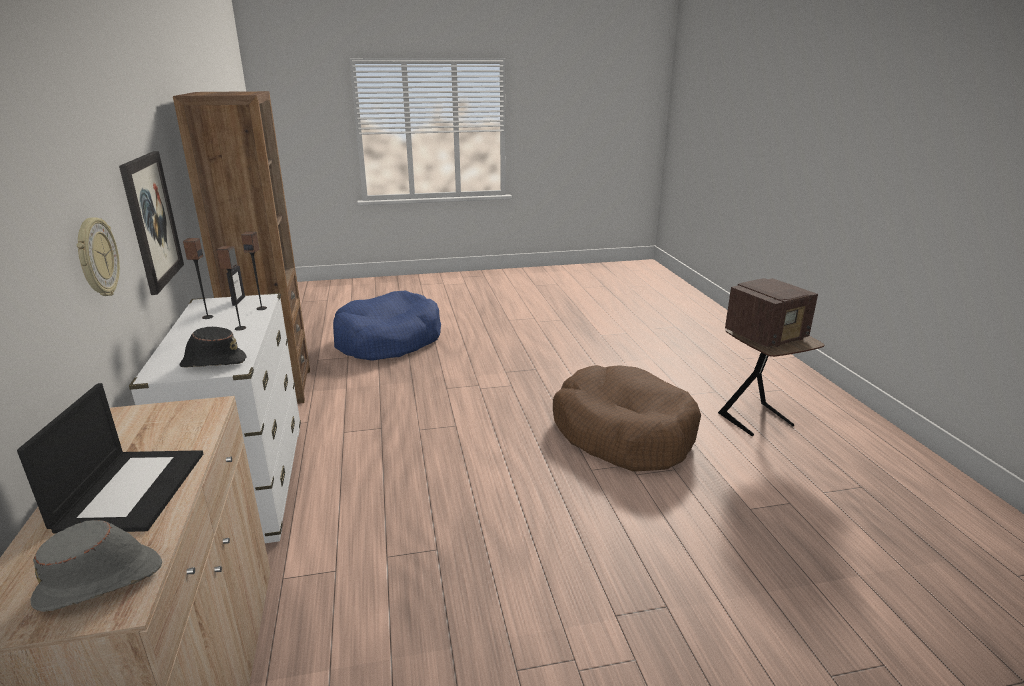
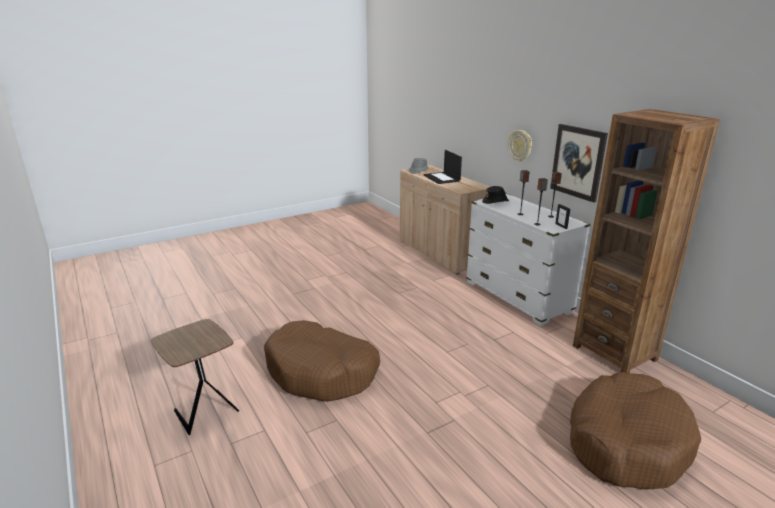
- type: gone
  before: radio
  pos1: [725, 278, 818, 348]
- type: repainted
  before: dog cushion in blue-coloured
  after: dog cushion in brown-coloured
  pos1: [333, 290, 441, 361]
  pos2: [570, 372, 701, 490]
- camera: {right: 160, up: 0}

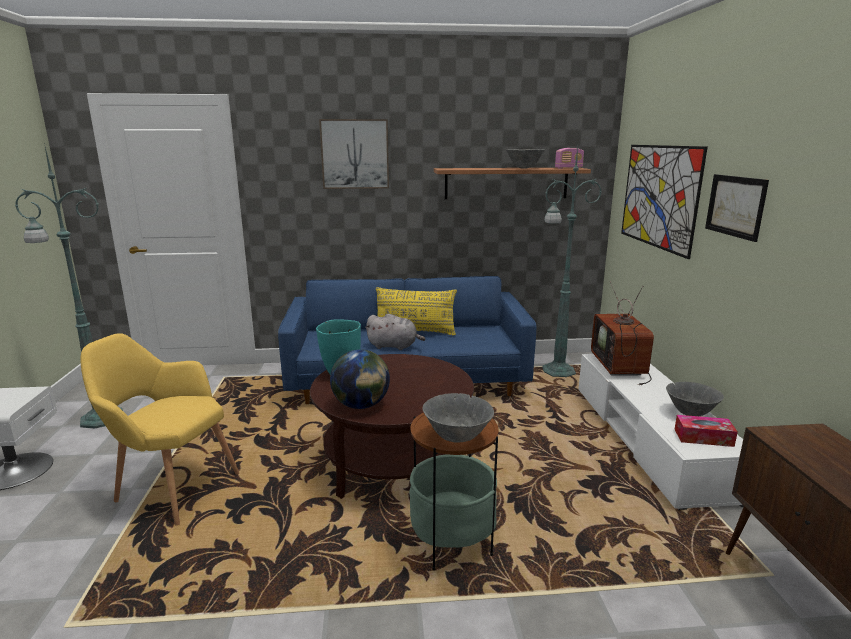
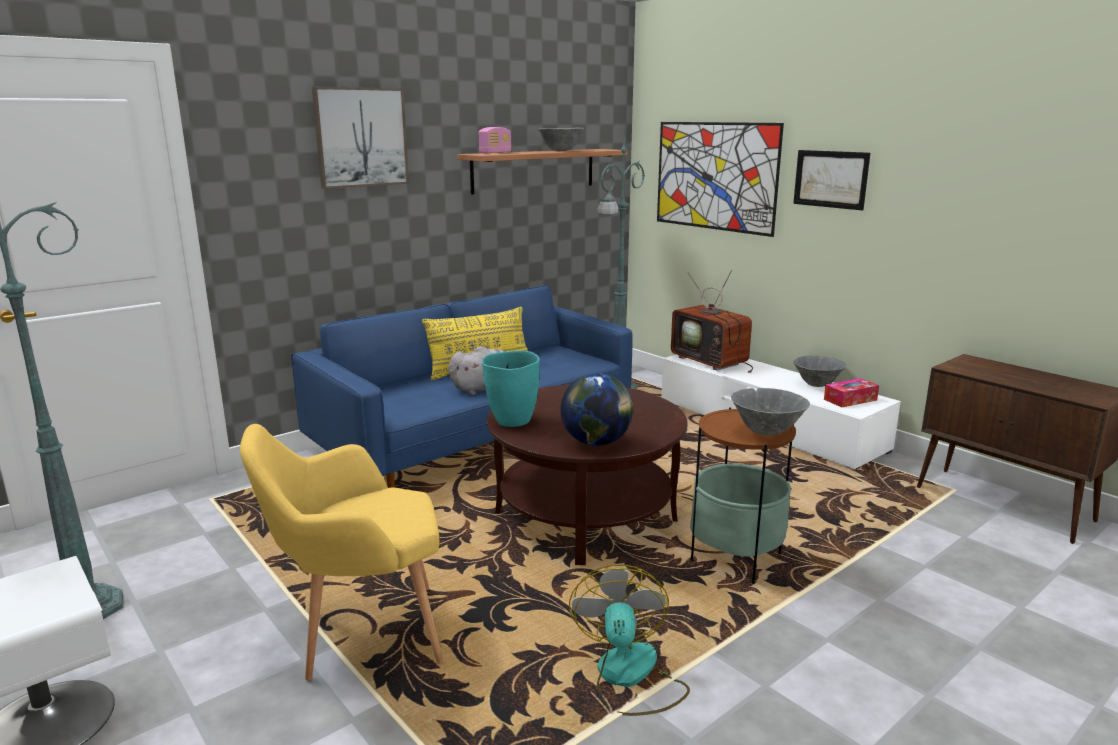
- type: shifted
  before: radio
  pos1: [555, 148, 584, 169]
  pos2: [479, 127, 511, 154]
- type: new
  after: fan
  pos2: [569, 565, 690, 716]
- camera: {right: -35, up: 0}

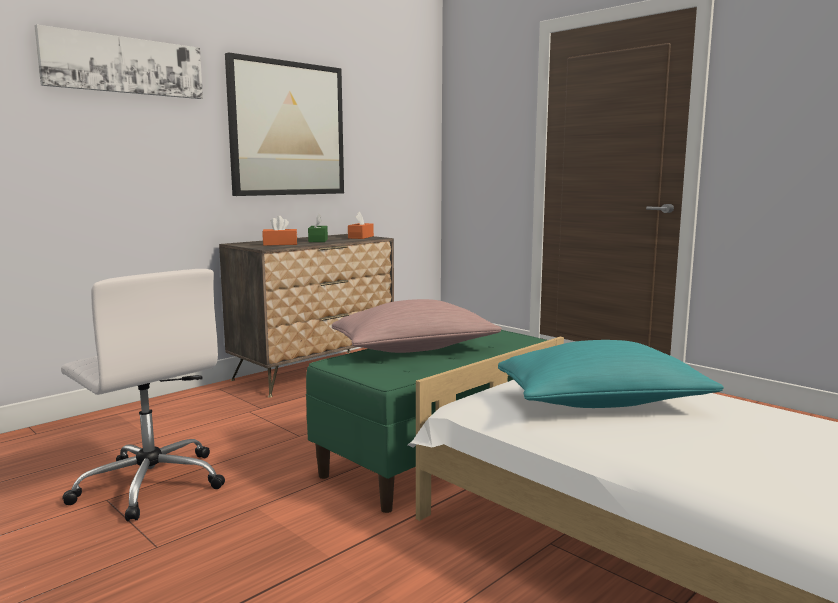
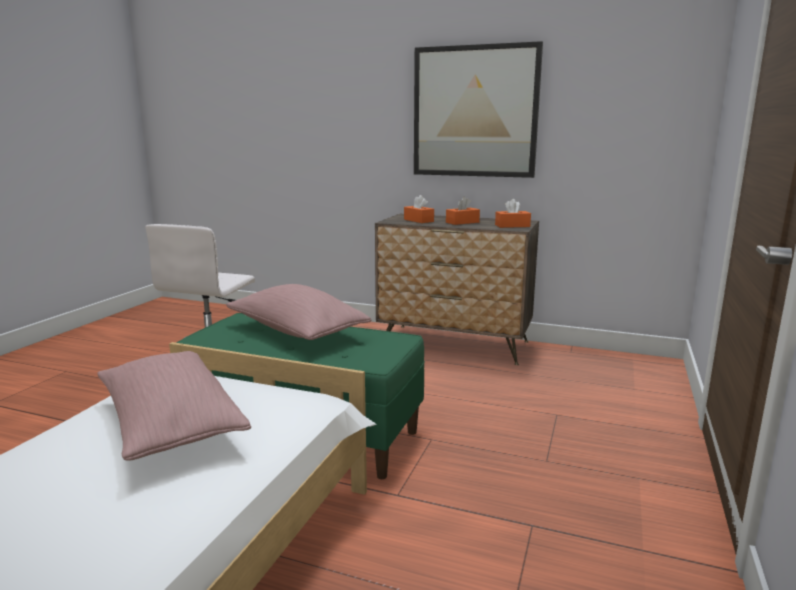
- type: gone
  before: picture
  pos1: [35, 24, 203, 99]
- type: repainted
  before: tissue box in green
  after: tissue box in orange
  pos1: [308, 214, 328, 242]
  pos2: [446, 197, 480, 225]
- type: repainted
  before: throw pillow in turquoise
  after: throw pillow in pink-coloured
  pos1: [498, 340, 724, 408]
  pos2: [97, 351, 251, 461]
- camera: {right: 65, up: 5}

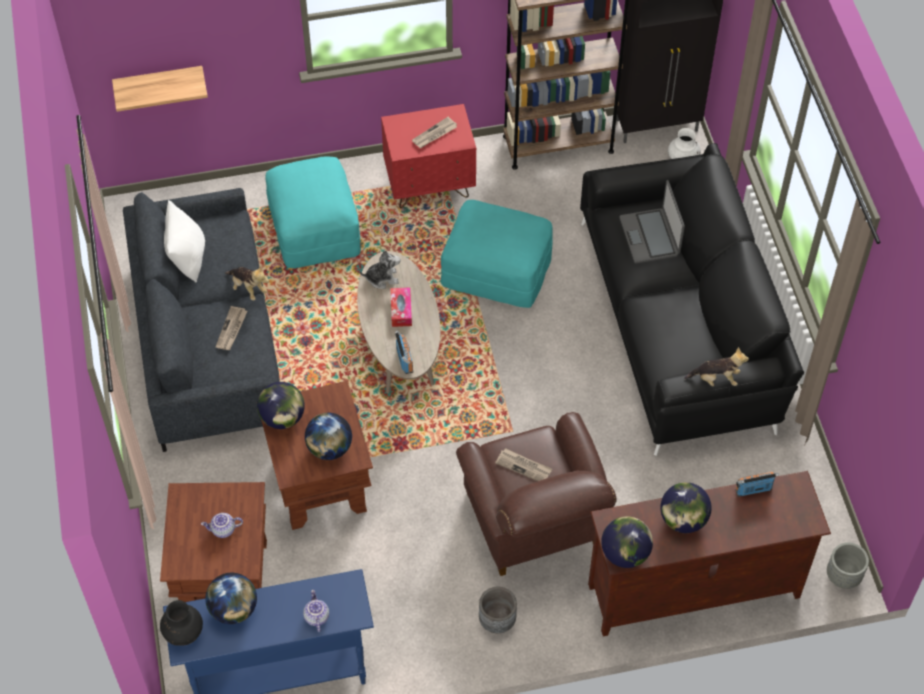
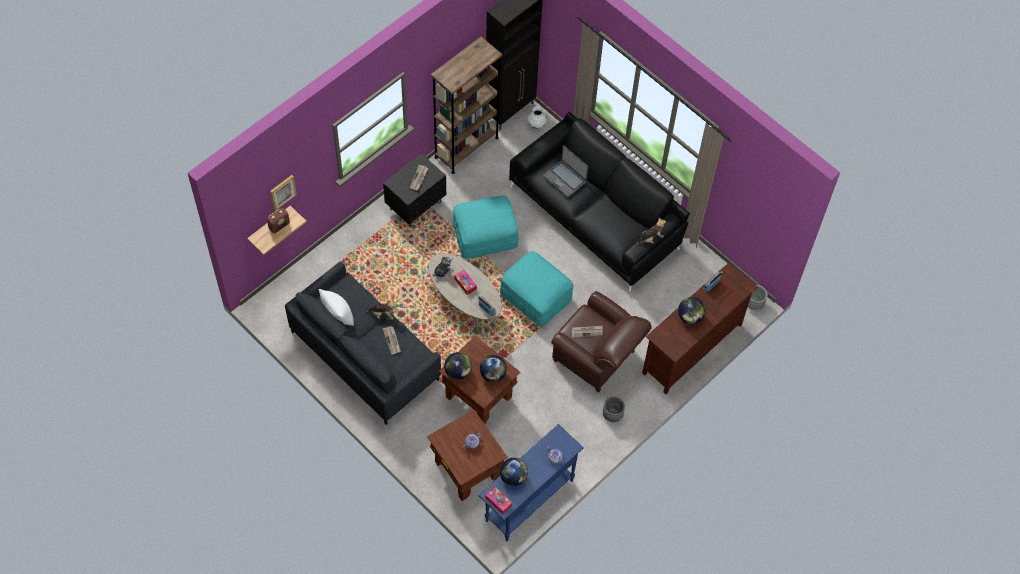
- type: repainted
  before: nightstand in reddish
  after: nightstand in black
  pos1: [381, 104, 476, 208]
  pos2: [383, 153, 446, 227]
- type: shifted
  before: pouffe in turquoise
  pos1: [265, 157, 361, 268]
  pos2: [500, 251, 573, 326]
- type: gone
  before: world globe
  pos1: [601, 516, 653, 568]
- type: swapped
  before: flower vase in black
  after: tissue box
  pos1: [160, 600, 203, 646]
  pos2: [485, 486, 512, 514]
- type: new
  after: picture
  pos2: [270, 175, 297, 211]
- type: new
  after: radio
  pos2: [267, 208, 290, 233]
- camera: {right: -35, up: 5}

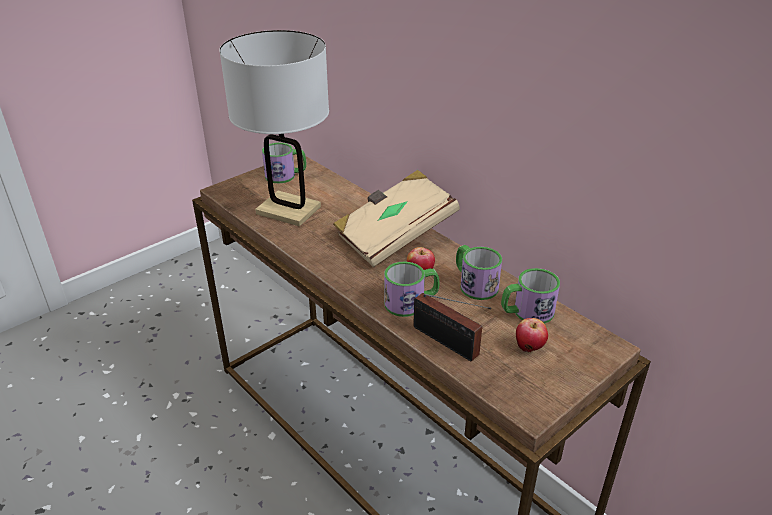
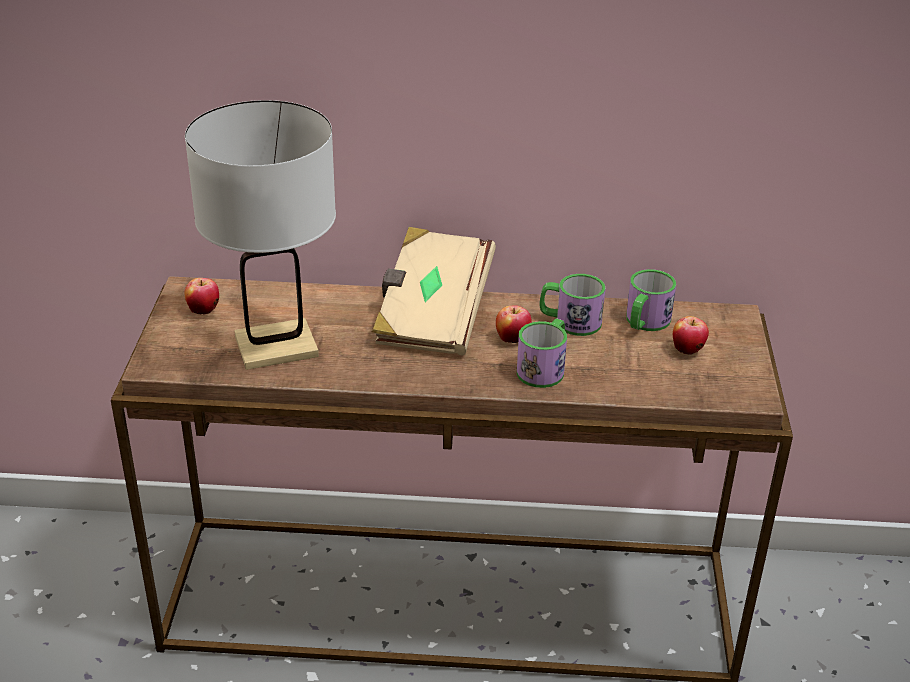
- type: swapped
  before: mug
  after: whole apple
  pos1: [262, 143, 306, 183]
  pos2: [184, 278, 219, 314]
- type: gone
  before: radio
  pos1: [413, 293, 491, 361]
- camera: {right: -45, up: 0}

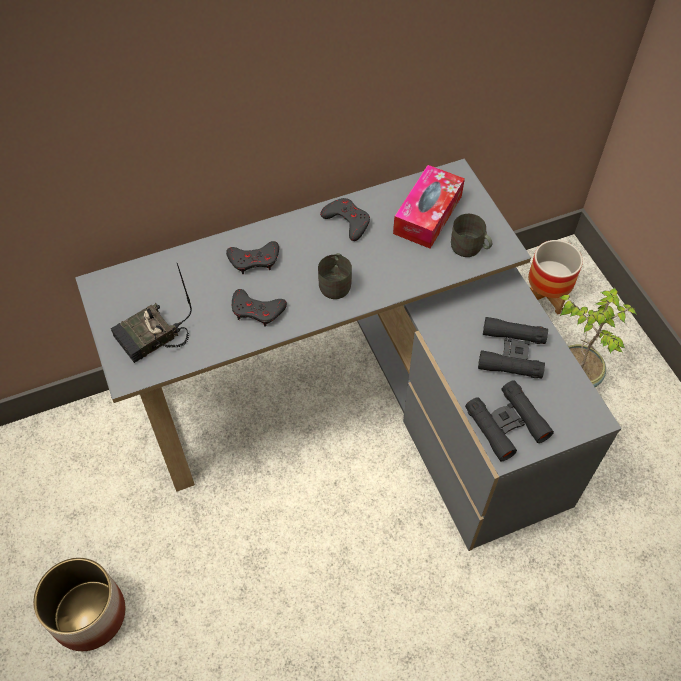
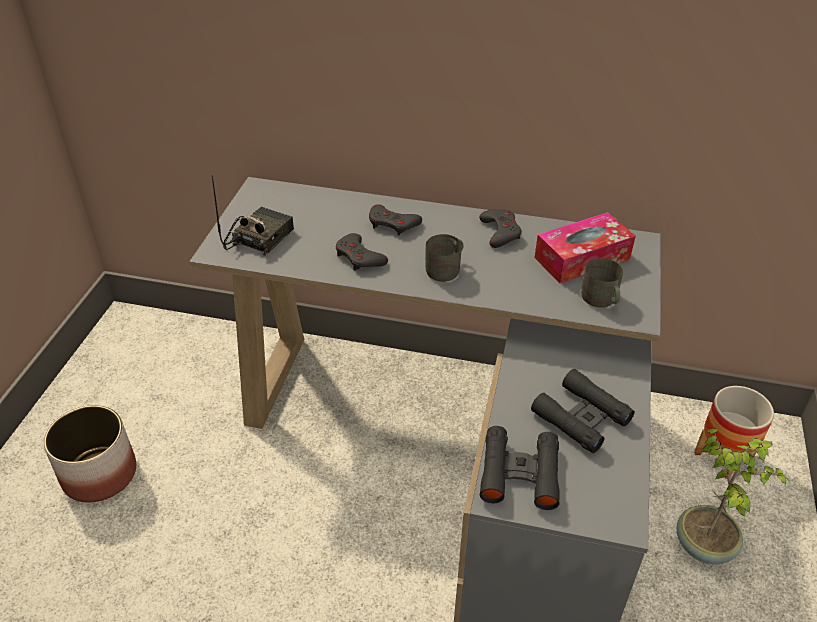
- type: rotated
  before: radio
  pos1: [111, 263, 192, 363]
  pos2: [212, 175, 294, 255]
  turn: 120
- camera: {right: 35, up: -15}

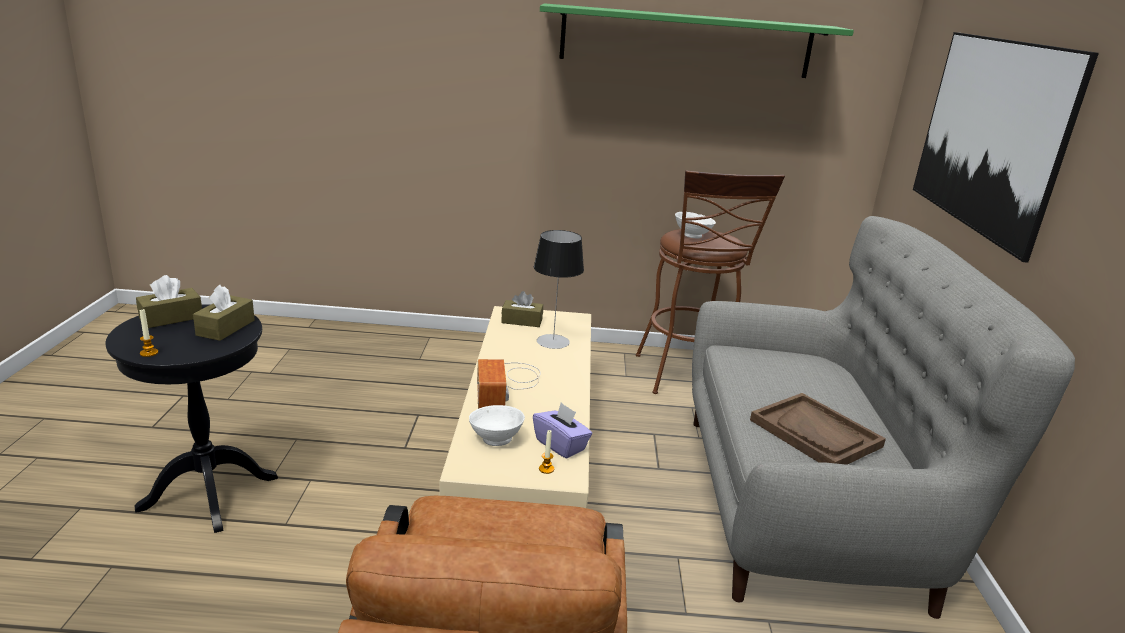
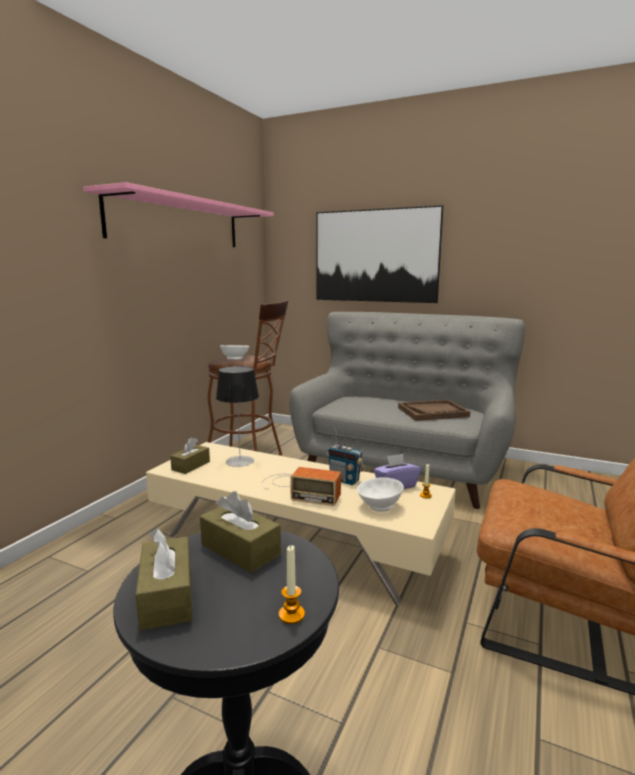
- type: repainted
  before: shelf in green
  after: shelf in pink-coloured
  pos1: [540, 3, 854, 78]
  pos2: [83, 182, 274, 247]
- type: new
  after: radio
  pos2: [327, 428, 365, 485]
- camera: {right: -65, up: -10}

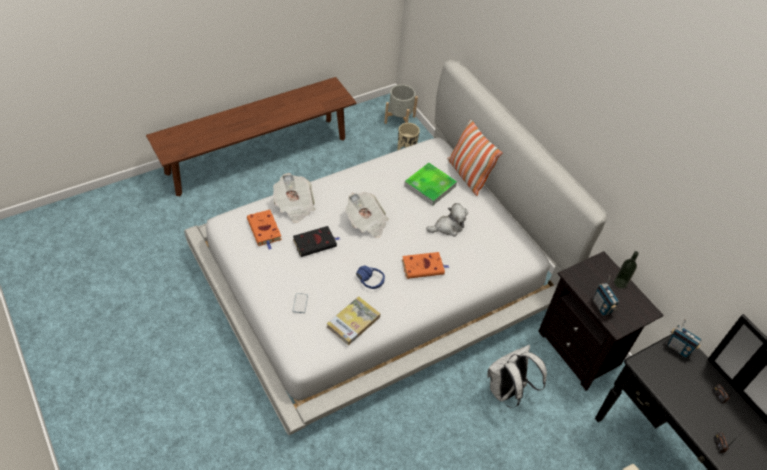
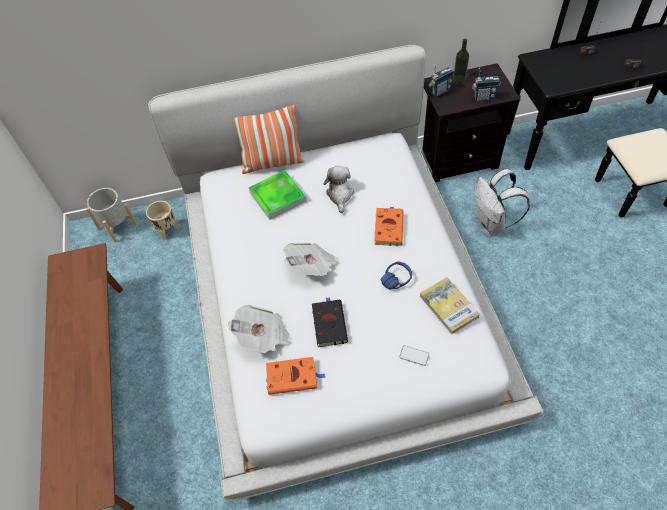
- type: shifted
  before: radio
  pos1: [668, 319, 702, 357]
  pos2: [428, 65, 454, 97]
- camera: {right: -65, up: 5}

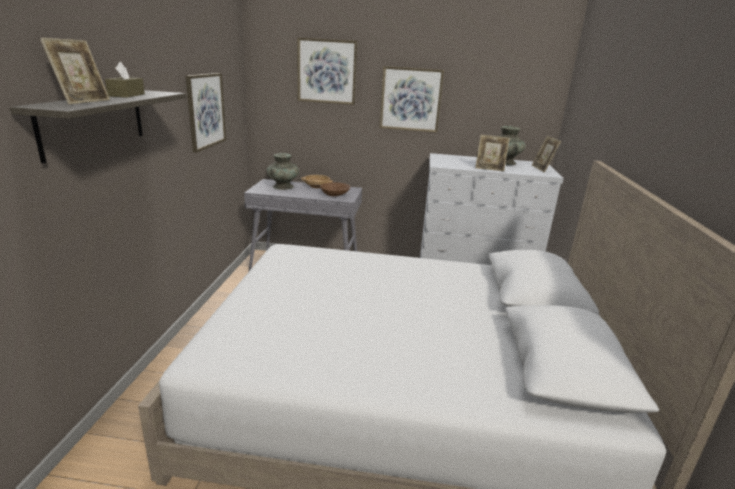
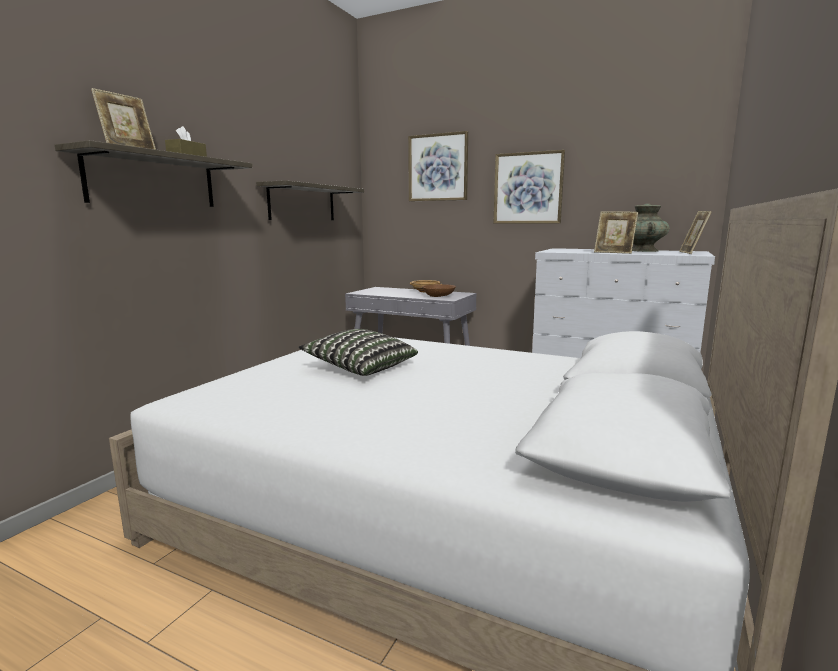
- type: swapped
  before: picture
  after: shelf
  pos1: [186, 73, 226, 153]
  pos2: [256, 180, 364, 220]
- type: gone
  before: flower vase in turquoise
  pos1: [267, 153, 299, 190]
- type: new
  after: throw pillow
  pos2: [299, 329, 418, 376]
- camera: {right: 20, up: -10}

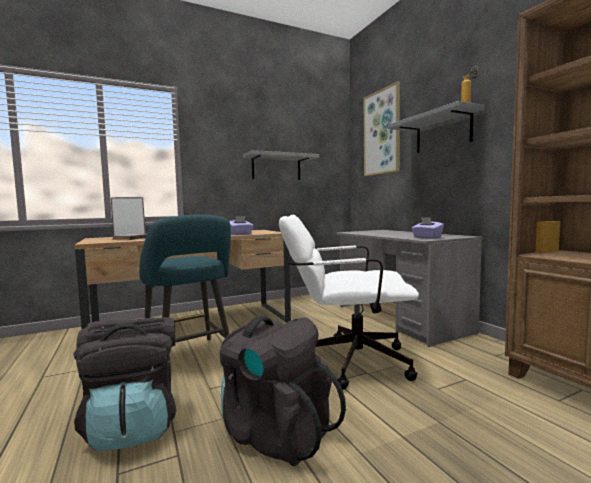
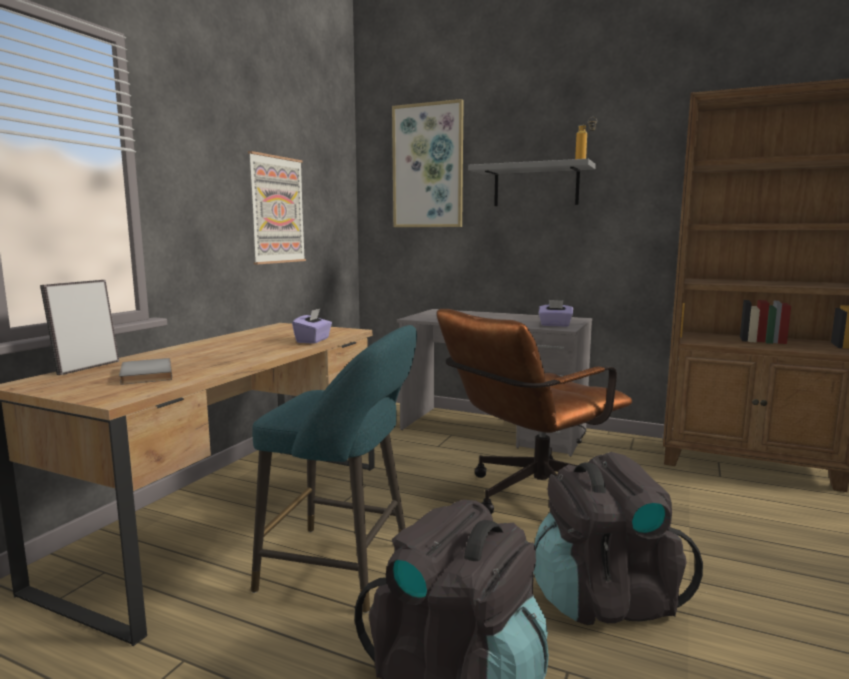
- type: swapped
  before: shelf in grey
  after: picture
  pos1: [243, 150, 319, 180]
  pos2: [248, 151, 306, 264]
- type: repainted
  before: office chair in white
  after: office chair in brown-coloured
  pos1: [279, 215, 419, 390]
  pos2: [437, 309, 632, 514]
- camera: {right: -40, up: 5}

